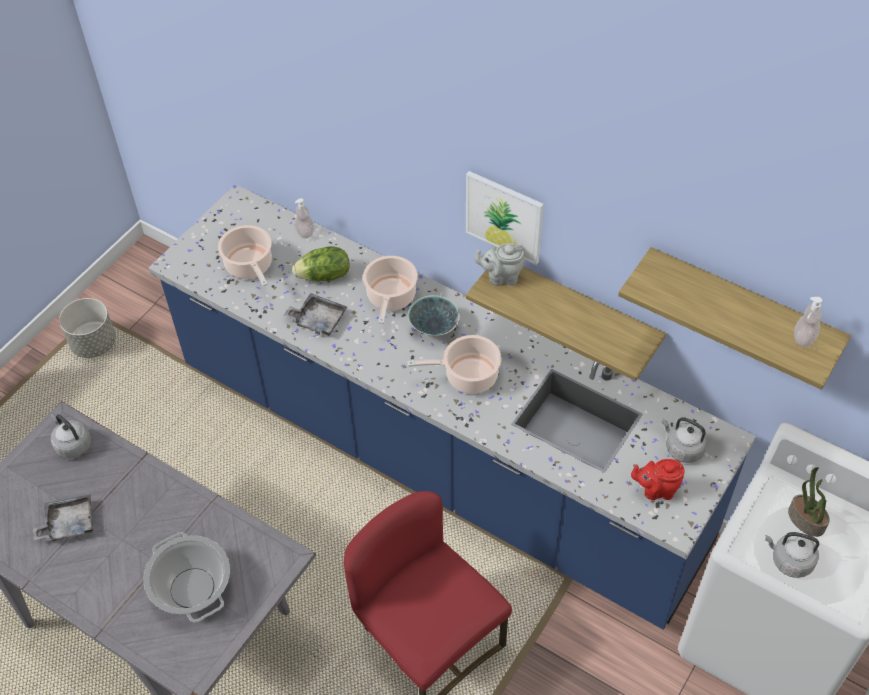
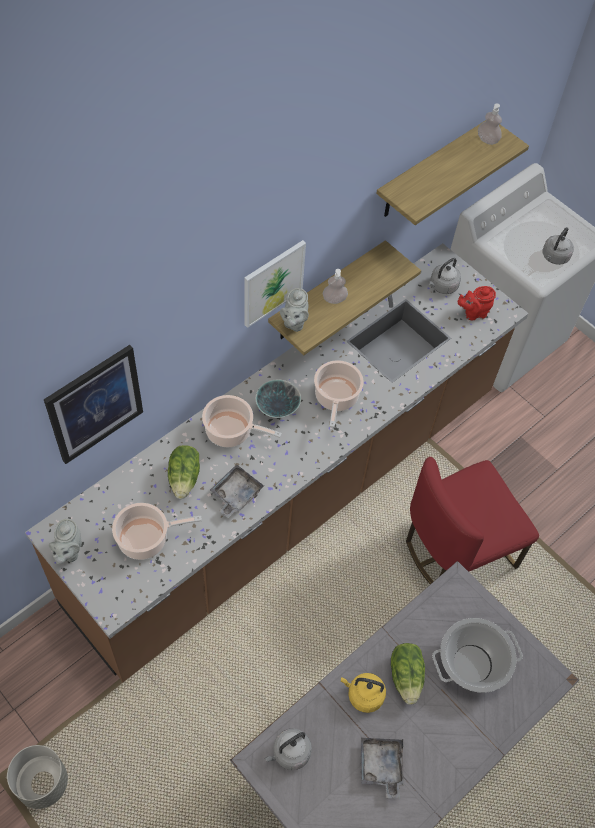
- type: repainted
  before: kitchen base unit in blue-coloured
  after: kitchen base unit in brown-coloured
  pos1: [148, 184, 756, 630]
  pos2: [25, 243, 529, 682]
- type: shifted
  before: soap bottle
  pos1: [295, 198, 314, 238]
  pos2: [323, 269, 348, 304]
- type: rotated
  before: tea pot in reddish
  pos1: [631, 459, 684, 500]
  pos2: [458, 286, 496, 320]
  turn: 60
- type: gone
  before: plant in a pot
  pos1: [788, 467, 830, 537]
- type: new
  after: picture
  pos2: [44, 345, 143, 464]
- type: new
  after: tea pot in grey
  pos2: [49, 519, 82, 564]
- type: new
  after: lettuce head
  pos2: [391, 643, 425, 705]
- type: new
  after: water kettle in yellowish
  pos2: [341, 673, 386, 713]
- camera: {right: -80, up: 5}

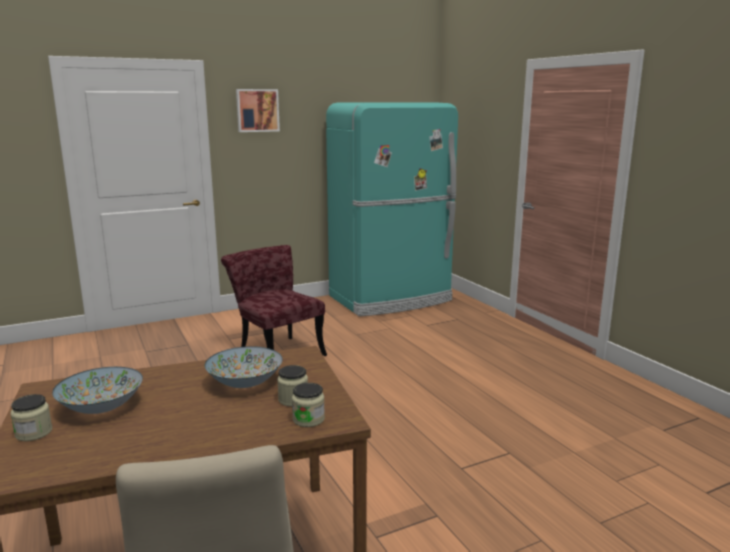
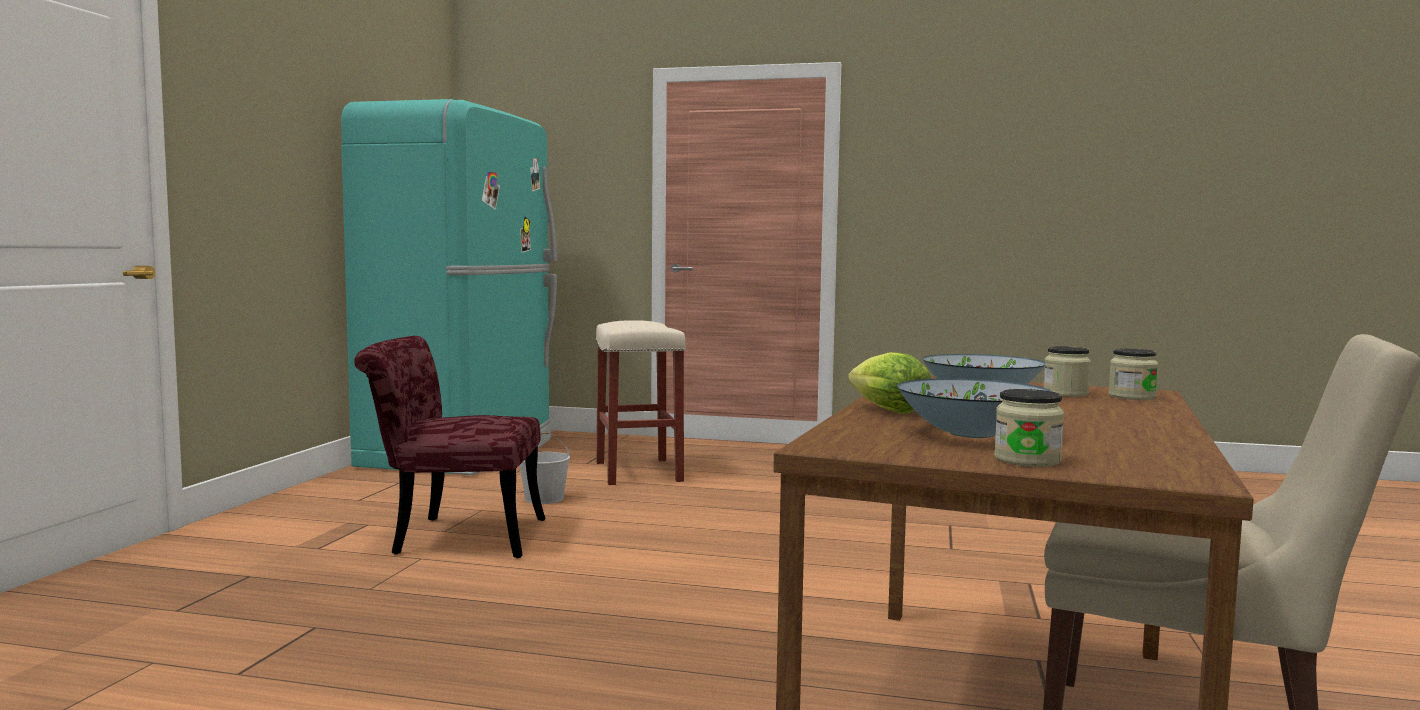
- type: gone
  before: picture
  pos1: [236, 89, 280, 132]
- type: new
  after: sitting stool in beige
  pos2: [595, 320, 686, 485]
- type: new
  after: lettuce head
  pos2: [848, 352, 931, 414]
- type: new
  after: pail in white
  pos2: [520, 432, 570, 504]
- camera: {right: -50, up: -10}

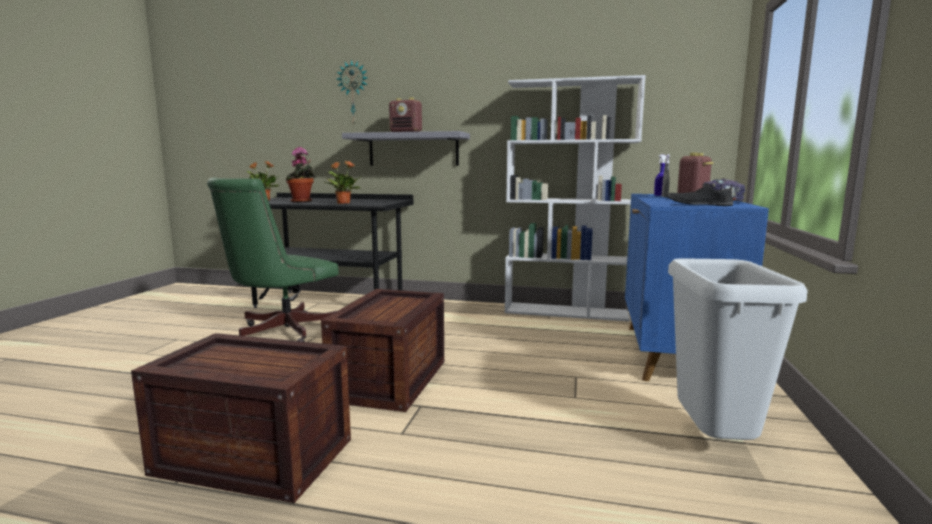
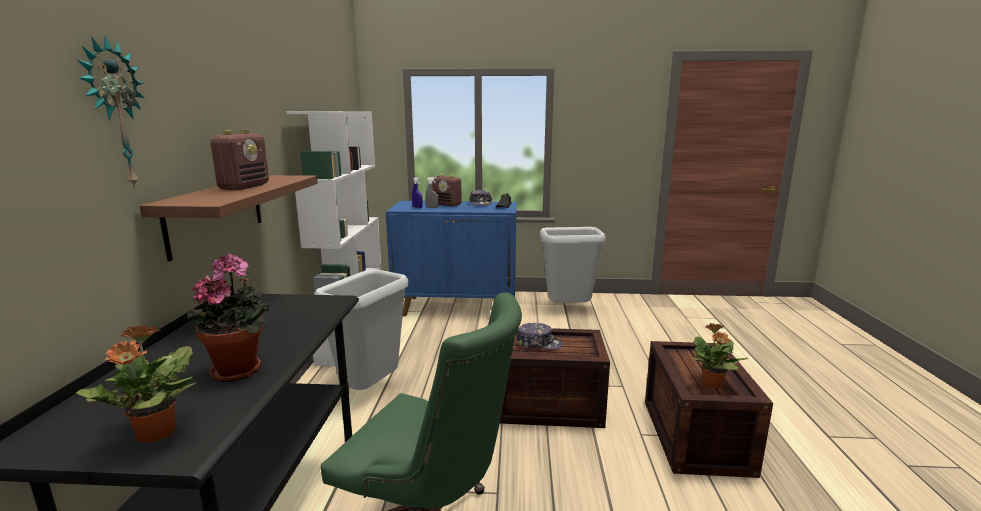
- type: repainted
  before: shelf in grey
  after: shelf in brown-coloured
  pos1: [342, 131, 470, 166]
  pos2: [140, 175, 318, 262]
- type: shifted
  before: plant in a pot
  pos1: [324, 161, 362, 204]
  pos2: [691, 323, 748, 389]
- type: new
  after: waste bin in grey
  pos2: [314, 269, 408, 390]
- type: new
  after: peaked cap
  pos2: [517, 323, 563, 350]
- camera: {right: -100, up: 5}

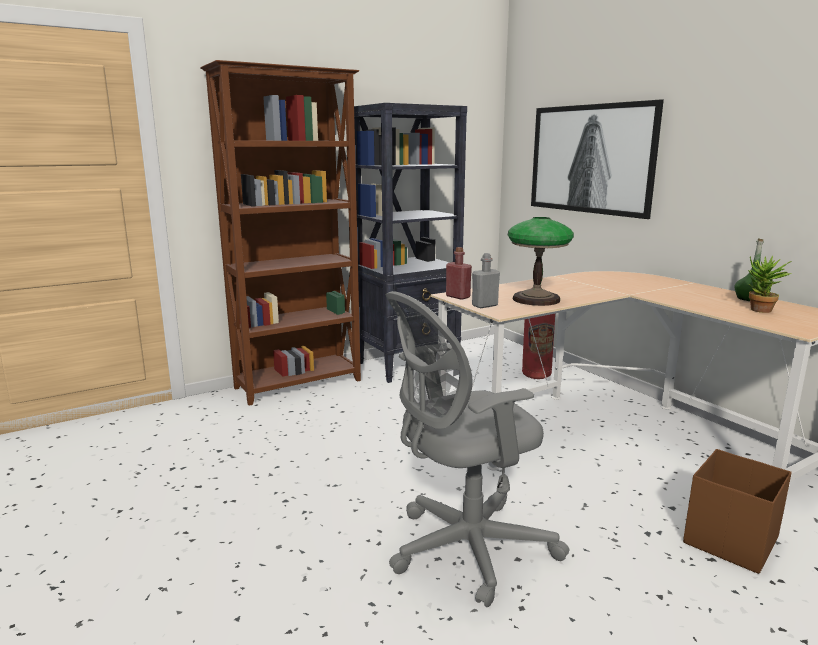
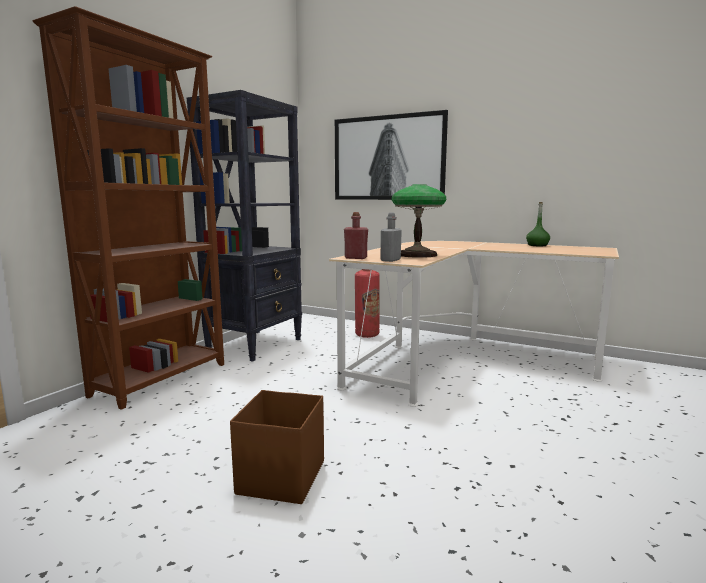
- type: gone
  before: plant in a pot
  pos1: [748, 256, 792, 313]
- type: gone
  before: office chair in grey
  pos1: [386, 291, 570, 607]
- type: shifted
  before: storage box in brown-coloured
  pos1: [683, 449, 792, 574]
  pos2: [230, 390, 324, 504]
- camera: {right: -30, up: -5}

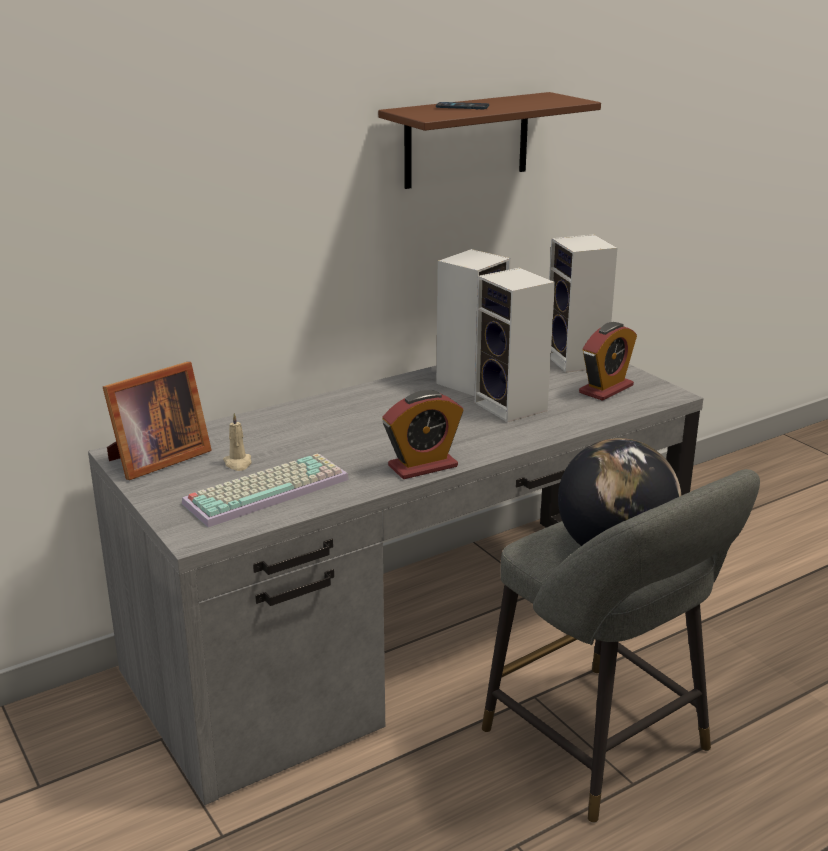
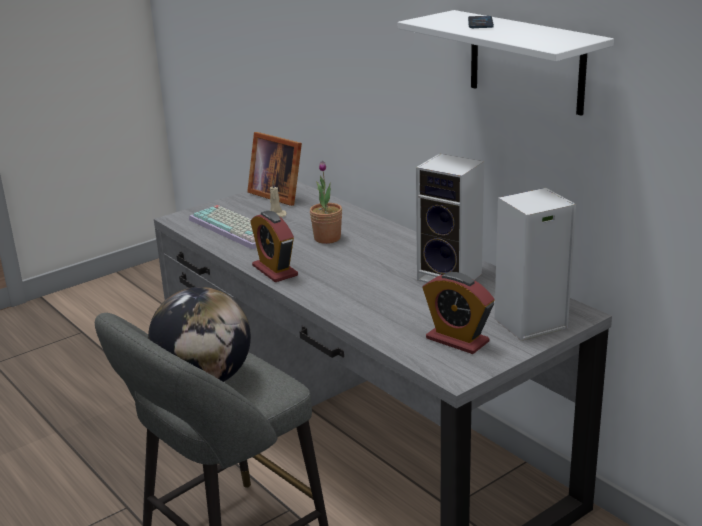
- type: repainted
  before: shelf in brown-coloured
  after: shelf in white
  pos1: [378, 92, 601, 189]
  pos2: [398, 10, 614, 116]
- type: gone
  before: speaker
  pos1: [475, 268, 555, 422]
- type: new
  after: plant in a pot
  pos2: [310, 161, 342, 244]
- camera: {right: 85, up: 0}

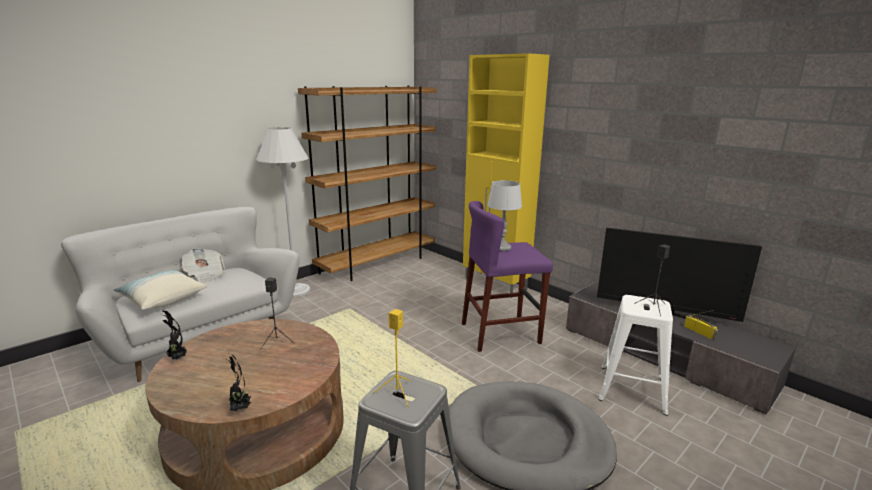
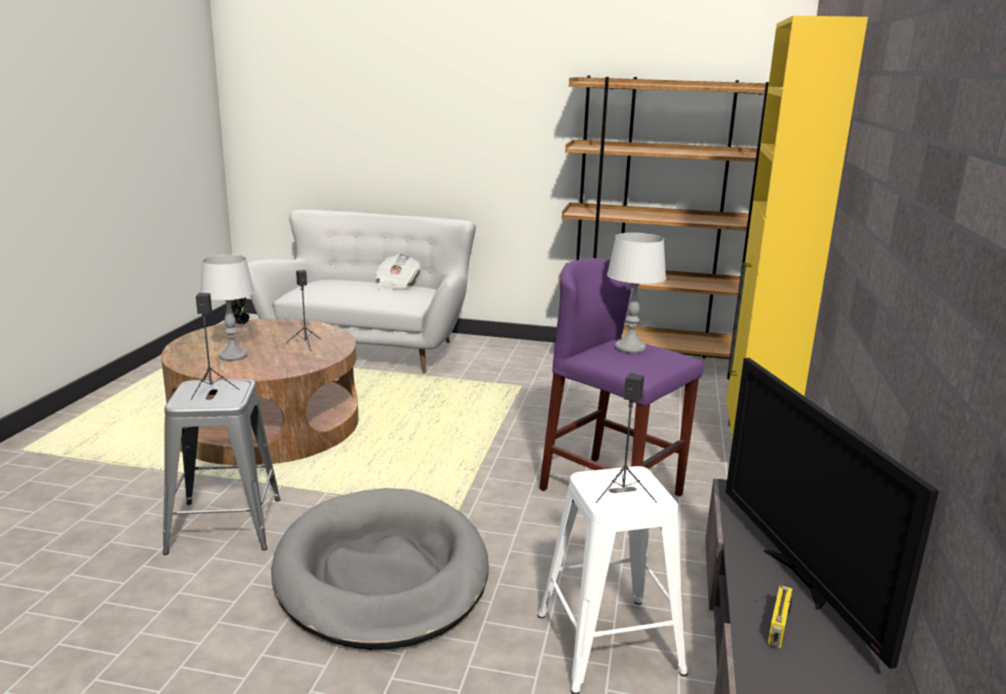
- type: gone
  before: standard lamp in white
  pos1: [256, 127, 310, 297]
- type: gone
  before: throw pillow
  pos1: [113, 270, 207, 310]
- type: repainted
  before: speaker in yellowish
  after: speaker in black
  pos1: [372, 309, 411, 408]
  pos2: [191, 293, 240, 400]
- type: gone
  before: plant in a pot
  pos1: [227, 354, 251, 411]
- type: new
  after: lamp for a table in grey
  pos2: [200, 255, 255, 361]
- camera: {right: 55, up: 0}

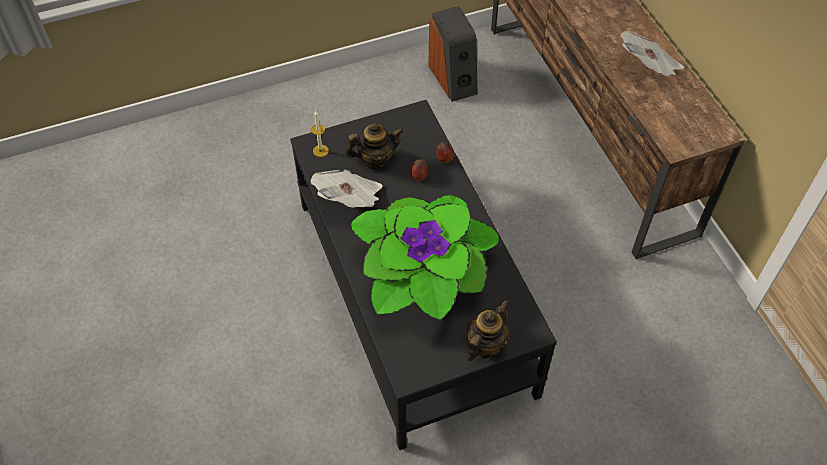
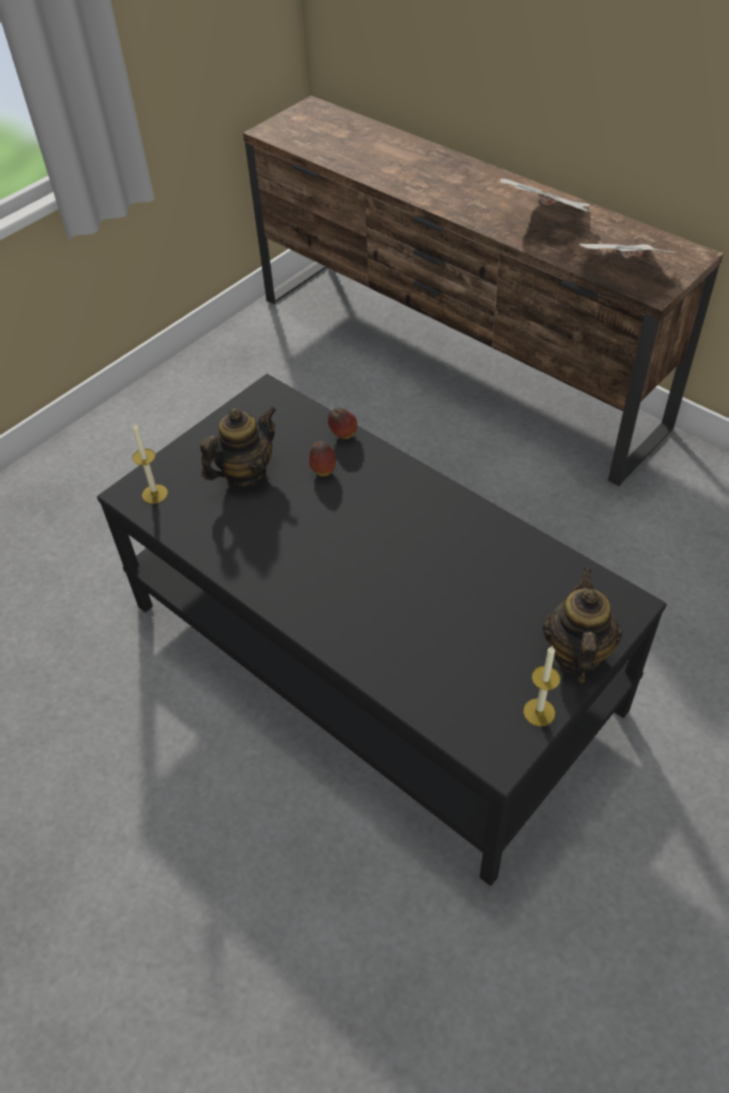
- type: gone
  before: speaker
  pos1: [428, 6, 478, 102]
- type: shifted
  before: newspaper
  pos1: [311, 170, 383, 208]
  pos2: [578, 243, 680, 258]
- type: gone
  before: plant in a pot
  pos1: [350, 195, 500, 321]
- type: new
  after: candle
  pos2: [523, 646, 560, 726]
- camera: {right: -25, up: -5}

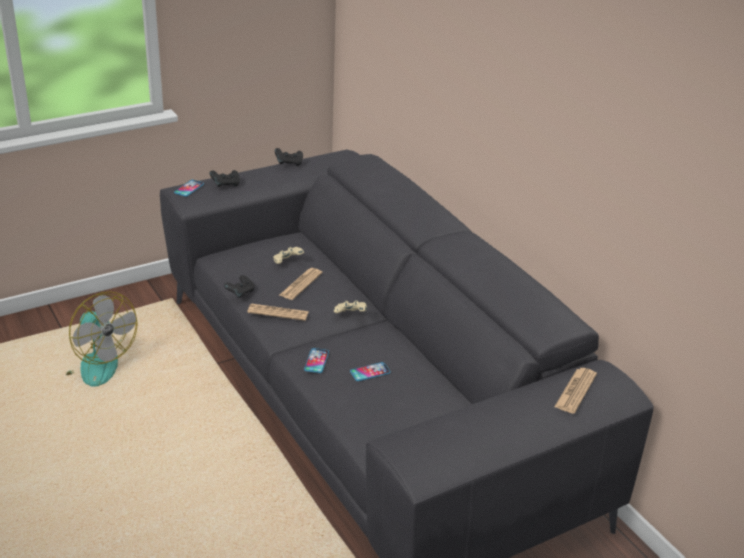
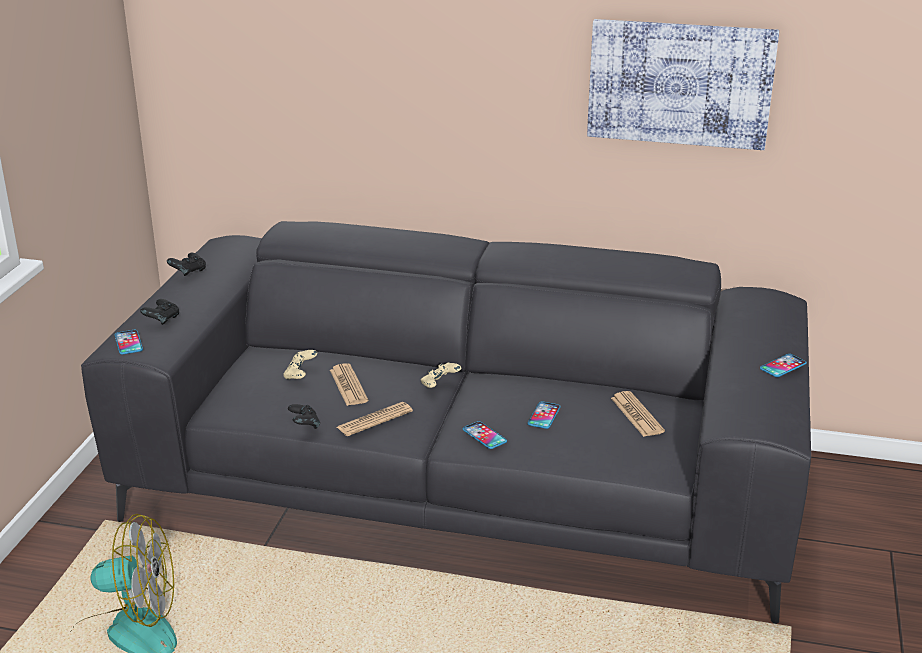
- type: shifted
  before: newspaper
  pos1: [554, 368, 597, 414]
  pos2: [611, 391, 665, 437]
- type: new
  after: picture
  pos2: [587, 19, 779, 150]
- type: new
  after: handset
  pos2: [760, 354, 807, 377]
- camera: {right: -45, up: -5}

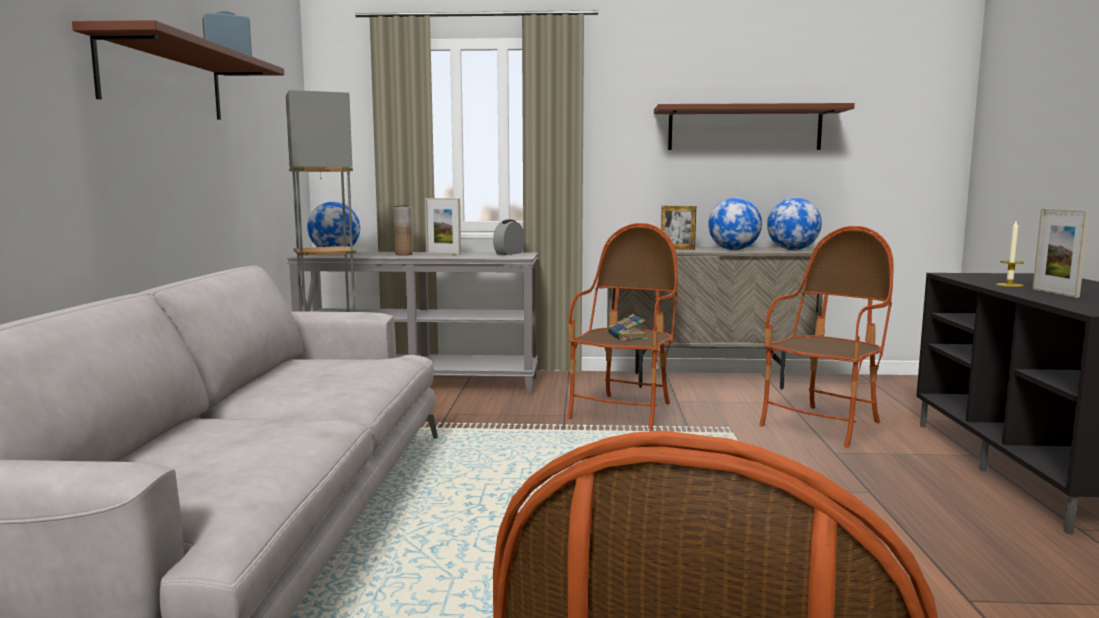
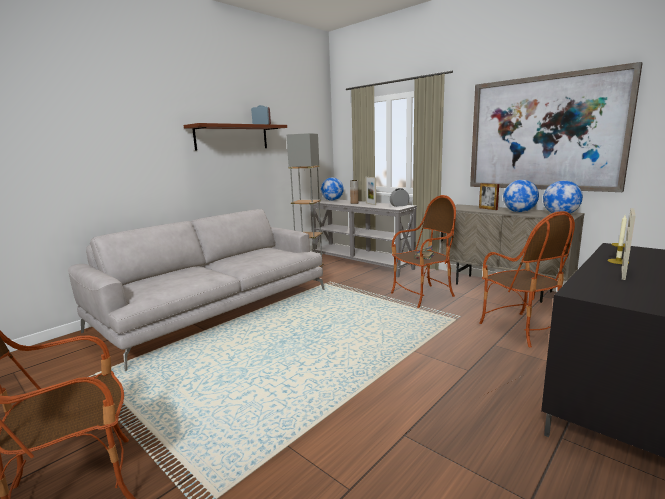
- type: swapped
  before: shelf in brown-coloured
  after: picture
  pos1: [654, 103, 855, 150]
  pos2: [470, 62, 643, 192]
- type: rotated
  before: armchair
  pos1: [759, 226, 894, 448]
  pos2: [479, 211, 575, 348]
  turn: 75
- camera: {right: 40, up: 5}

